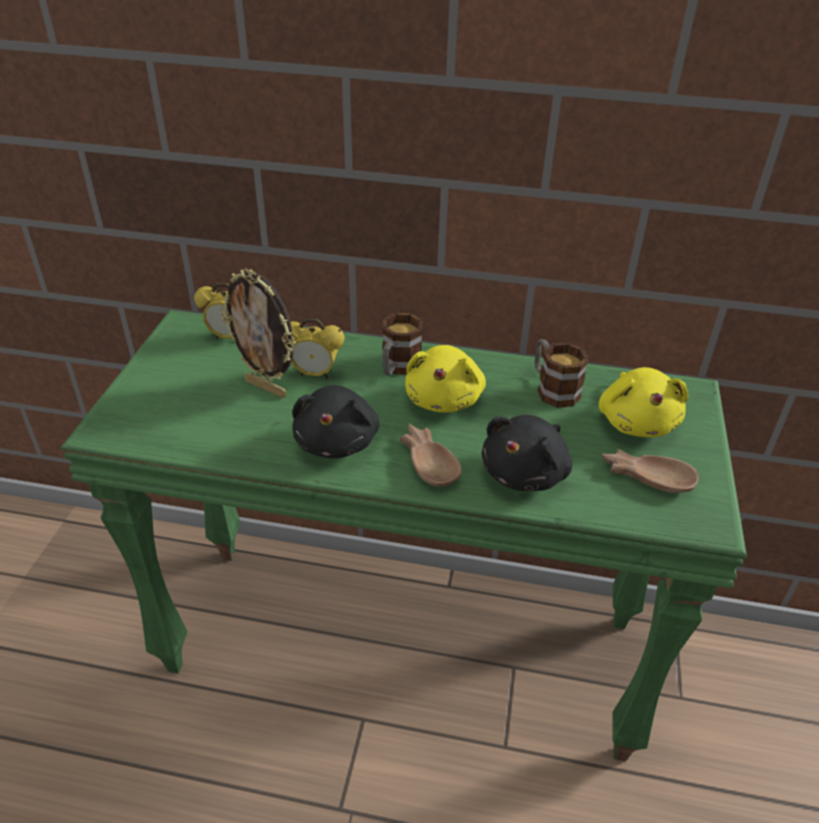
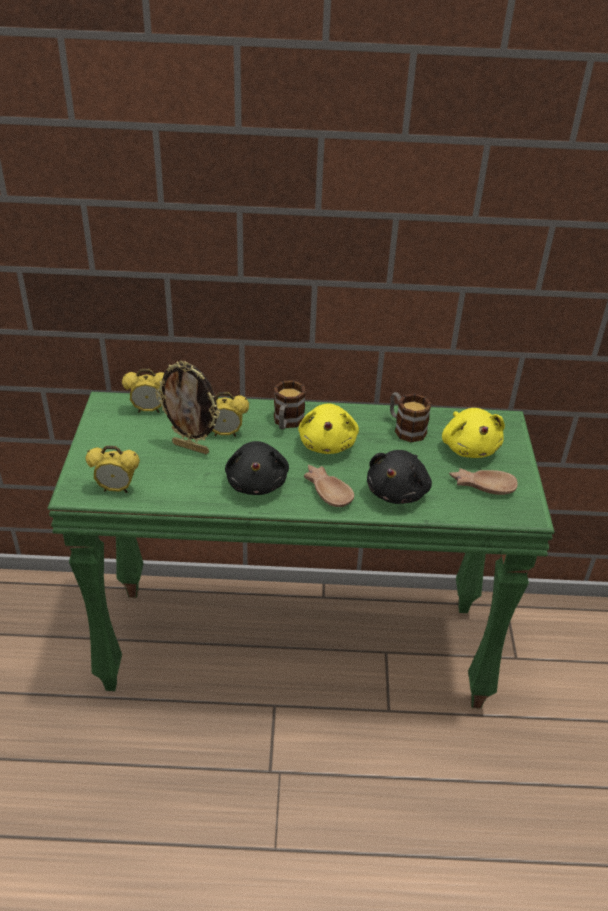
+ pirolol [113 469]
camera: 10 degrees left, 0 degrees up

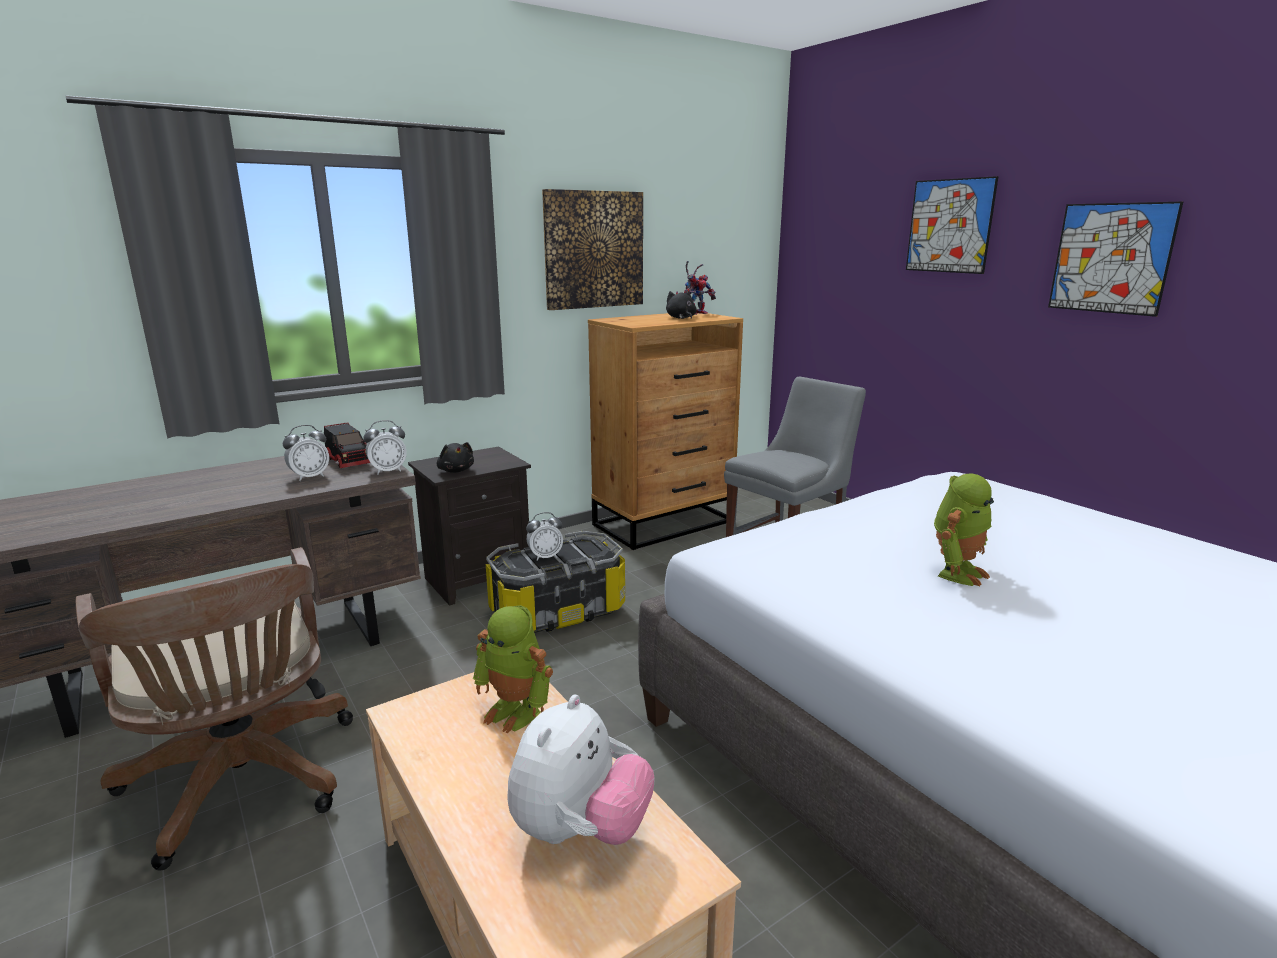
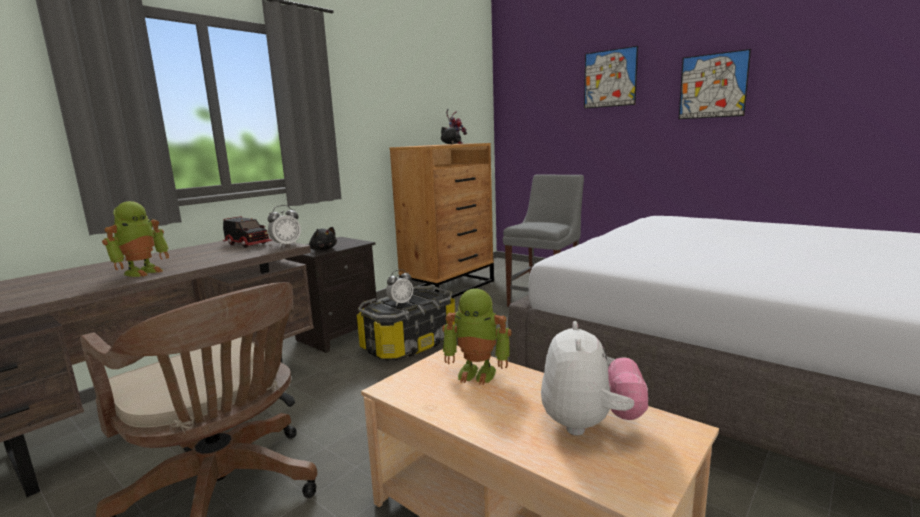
- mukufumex [592 249]
- pirolol [306 453]
~ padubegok [964 529] to [135 239]
camera: 15 degrees left, 5 degrees down

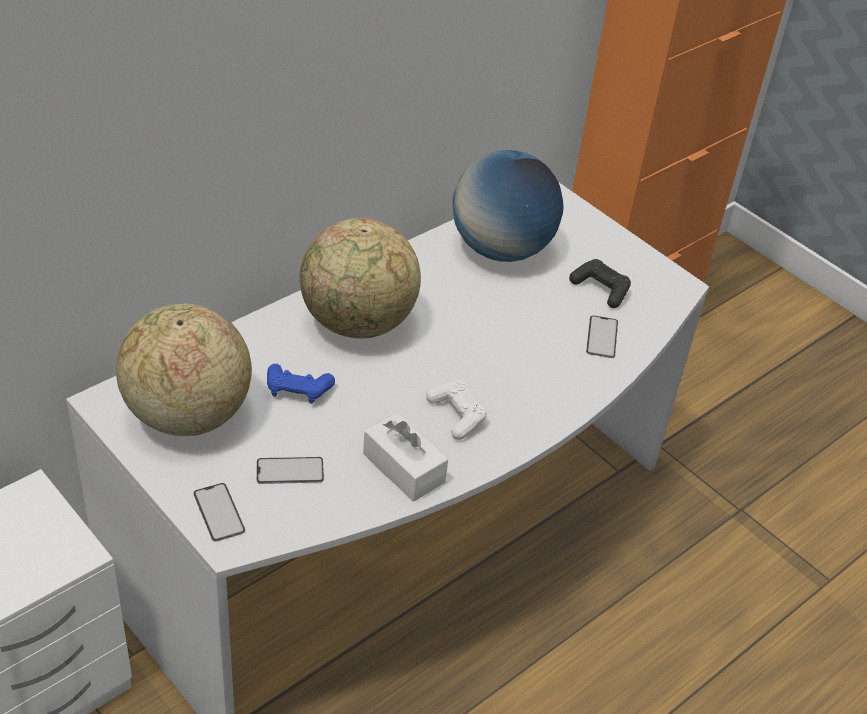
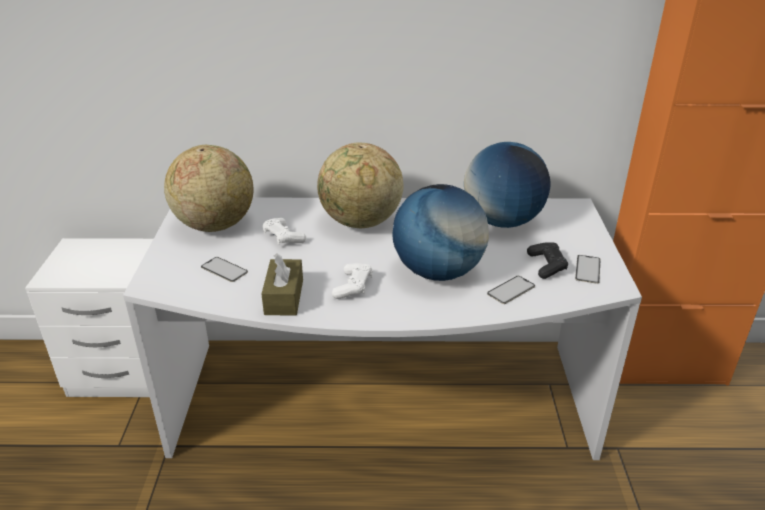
~ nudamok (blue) [301 384] to nudamok (white) [284 231]
~ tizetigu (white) [405 457] to tizetigu (brown) [282 284]
~ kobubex [219 512] to [588 269]
+ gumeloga [440 232]
camera: 45 degrees right, 10 degrees down

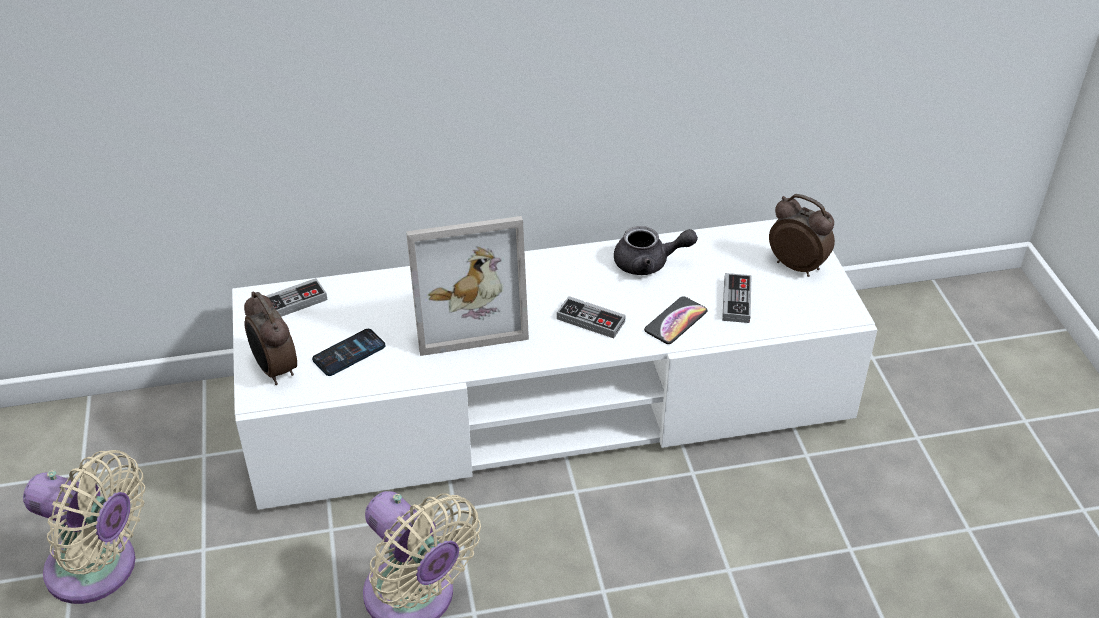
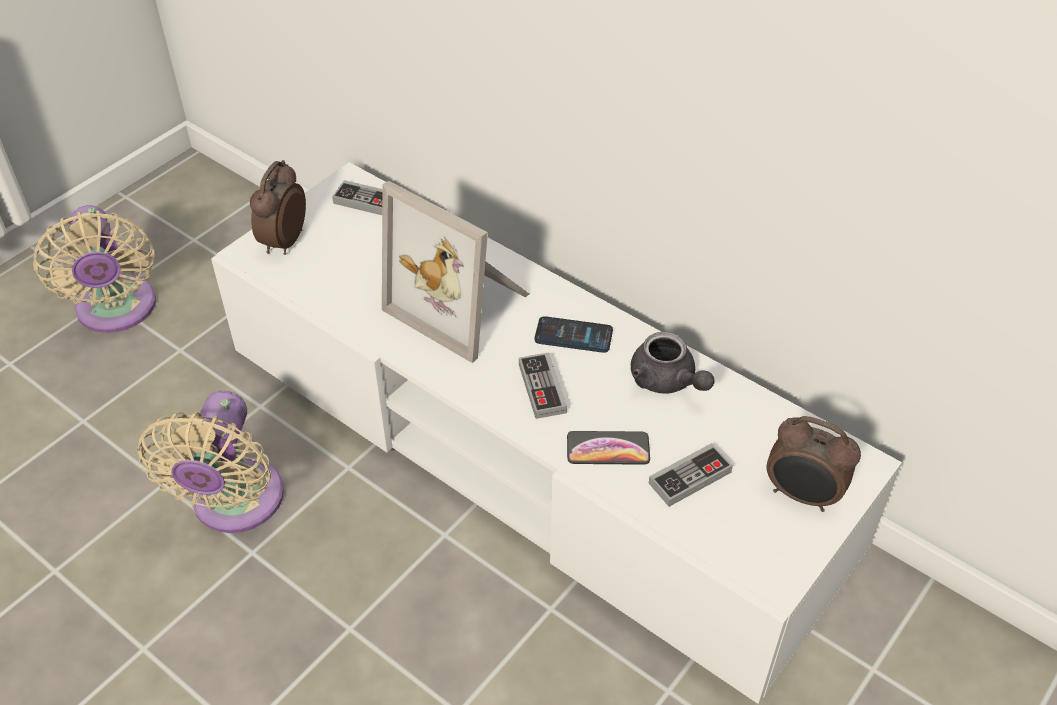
~ pirolol [802 235] = [814 464] 120 degrees clockwise
~ kobubex [348 352] to [574 334]
camera: 50 degrees right, 5 degrees up

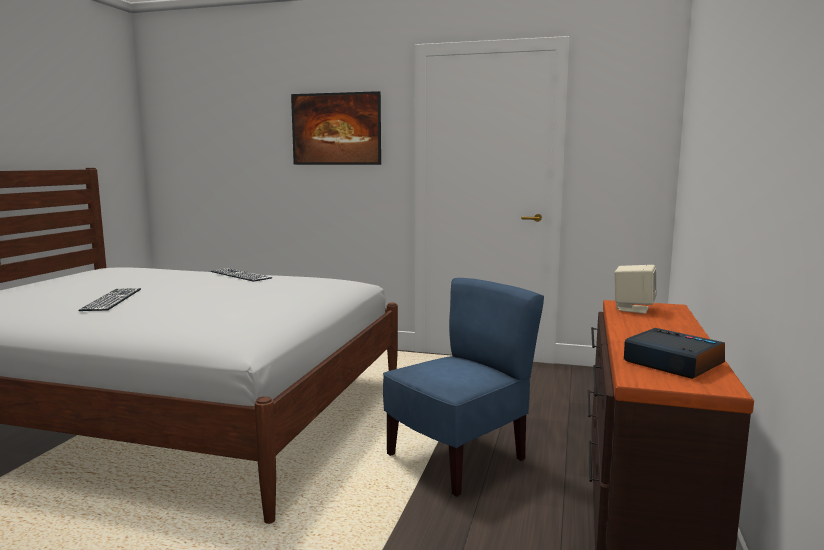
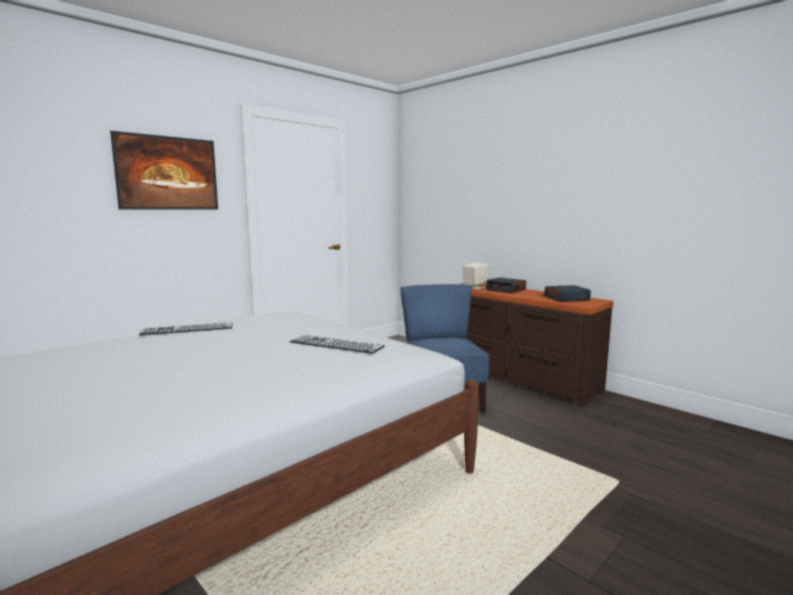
~ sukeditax [109 299] to [337 344]
+ pirolol [506 285]
camera: 60 degrees left, 0 degrees up

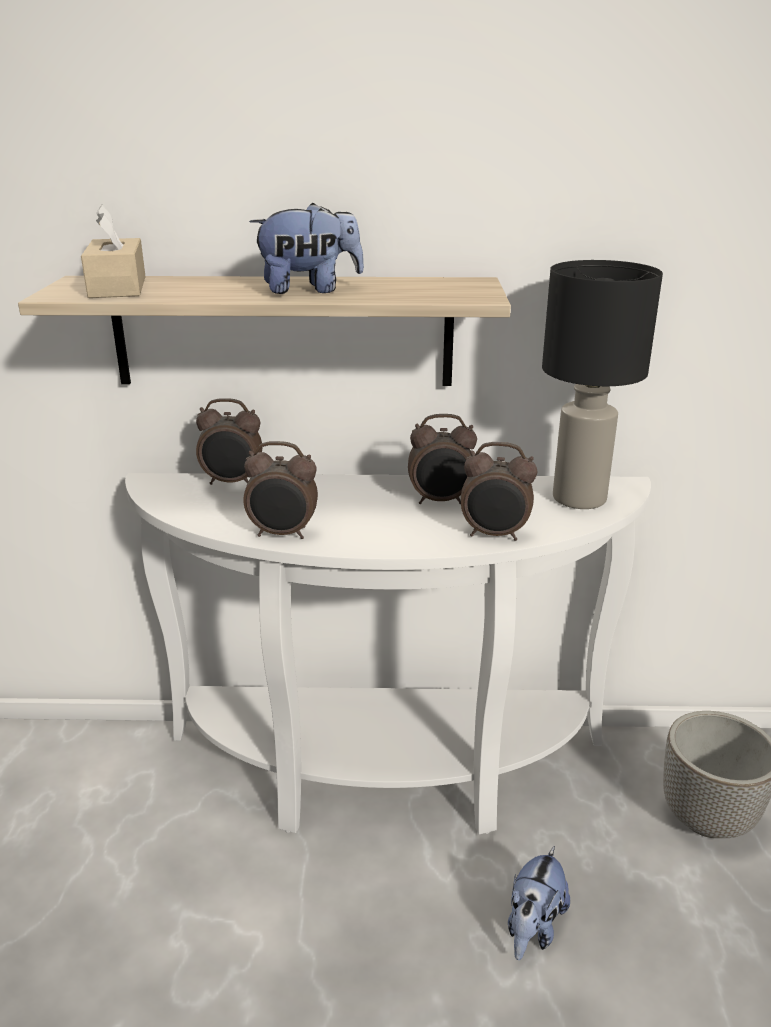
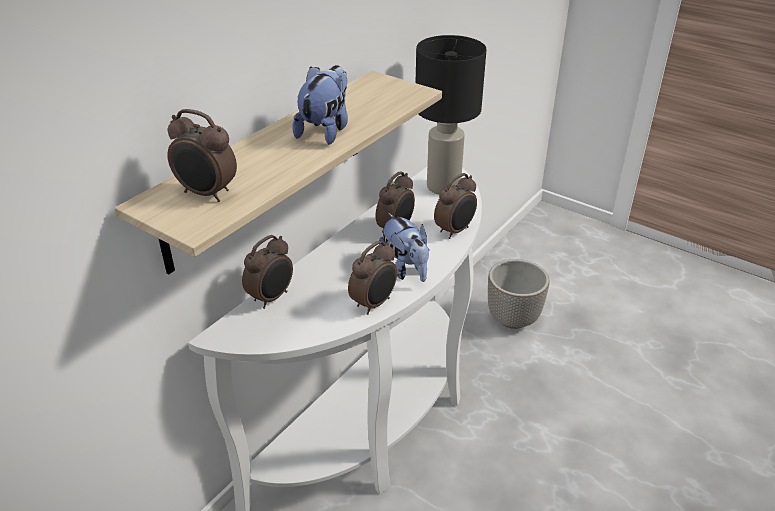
~ tizetigu (beige) [113 251] to pirolol [202 155]
~ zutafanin [539 903] to [404 247]
camera: 55 degrees left, 10 degrees up

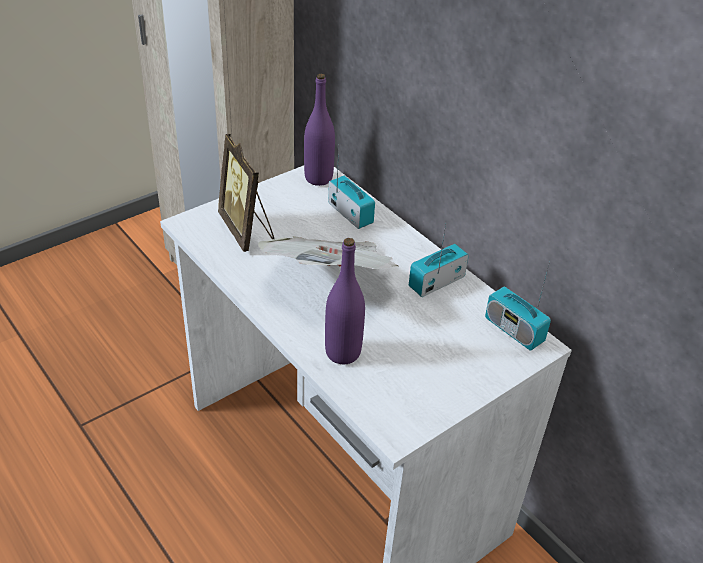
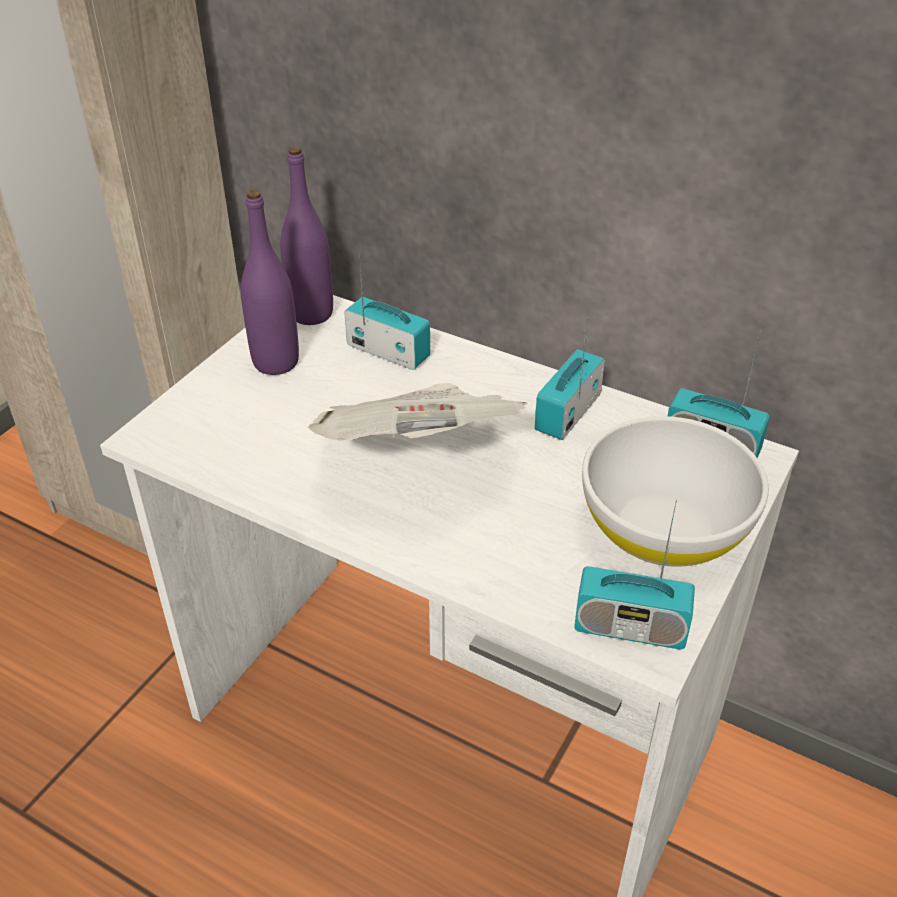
- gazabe [246 193]
~ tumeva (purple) [345 301] to [270 282]
+ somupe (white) [675 491]
+ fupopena [634 574]
camera: 20 degrees left, 0 degrees up

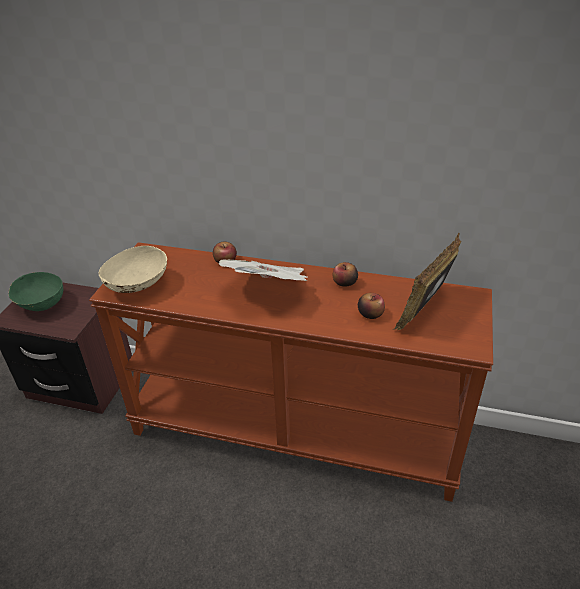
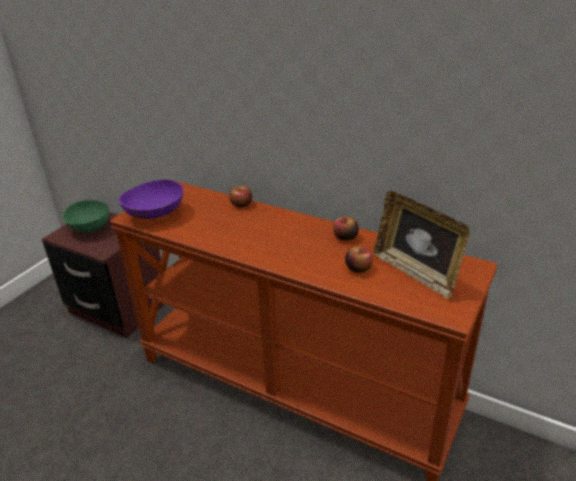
~ gazabe [426 281] = [421 245] 90 degrees counterclockwise
~ somupe (beige) [132 269] to somupe (purple) [151 199]
- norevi [263 270]
camera: 15 degrees right, 5 degrees down

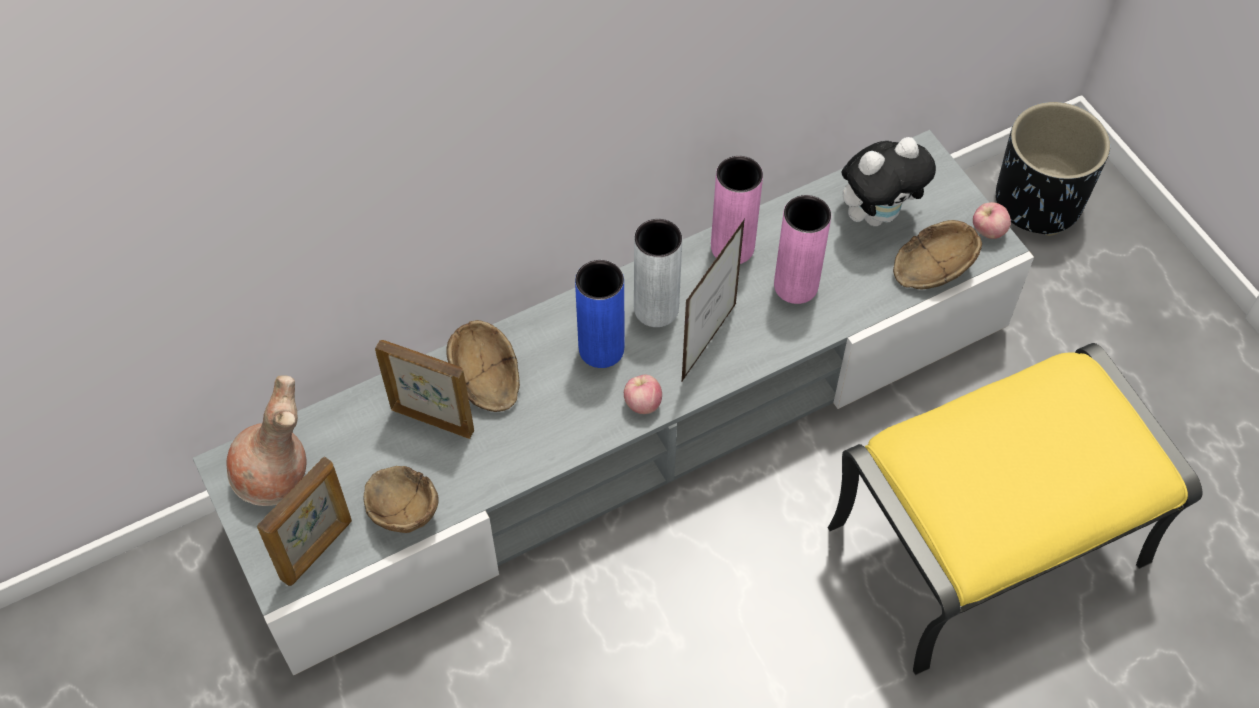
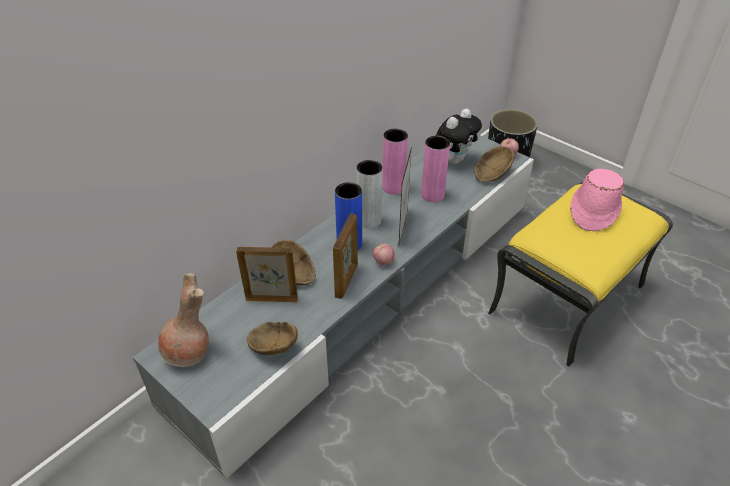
~ gazabe [304 521] to [345 256]
+ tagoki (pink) [597 200]
camera: 20 degrees left, 15 degrees down

